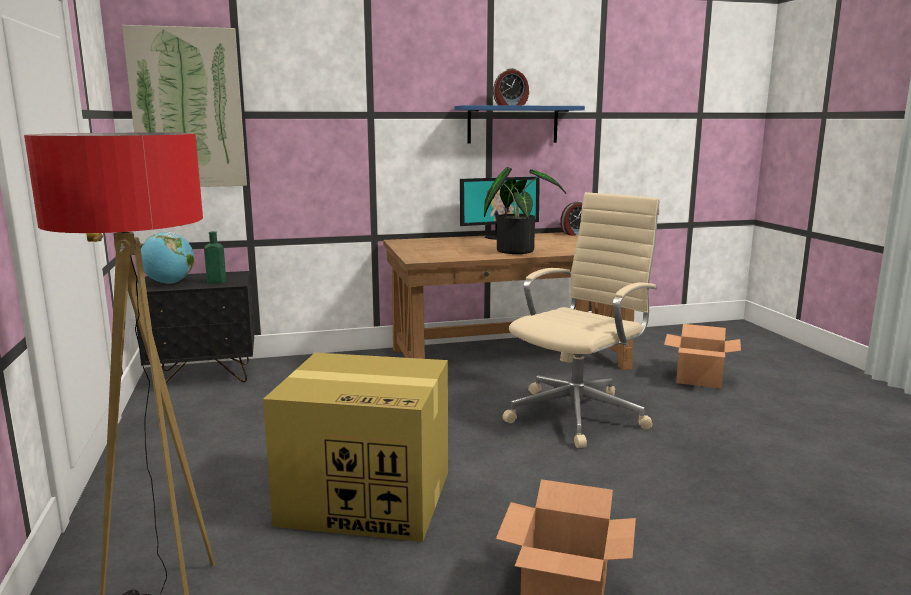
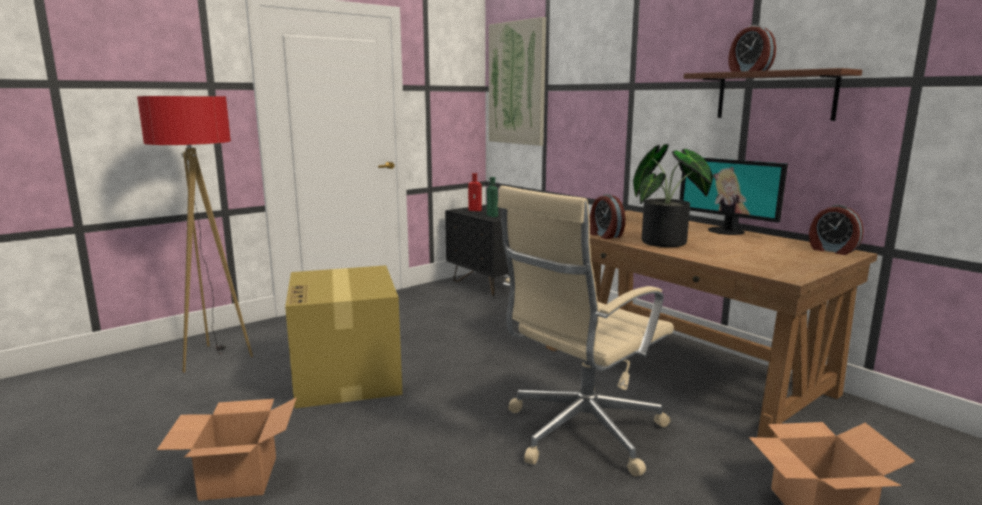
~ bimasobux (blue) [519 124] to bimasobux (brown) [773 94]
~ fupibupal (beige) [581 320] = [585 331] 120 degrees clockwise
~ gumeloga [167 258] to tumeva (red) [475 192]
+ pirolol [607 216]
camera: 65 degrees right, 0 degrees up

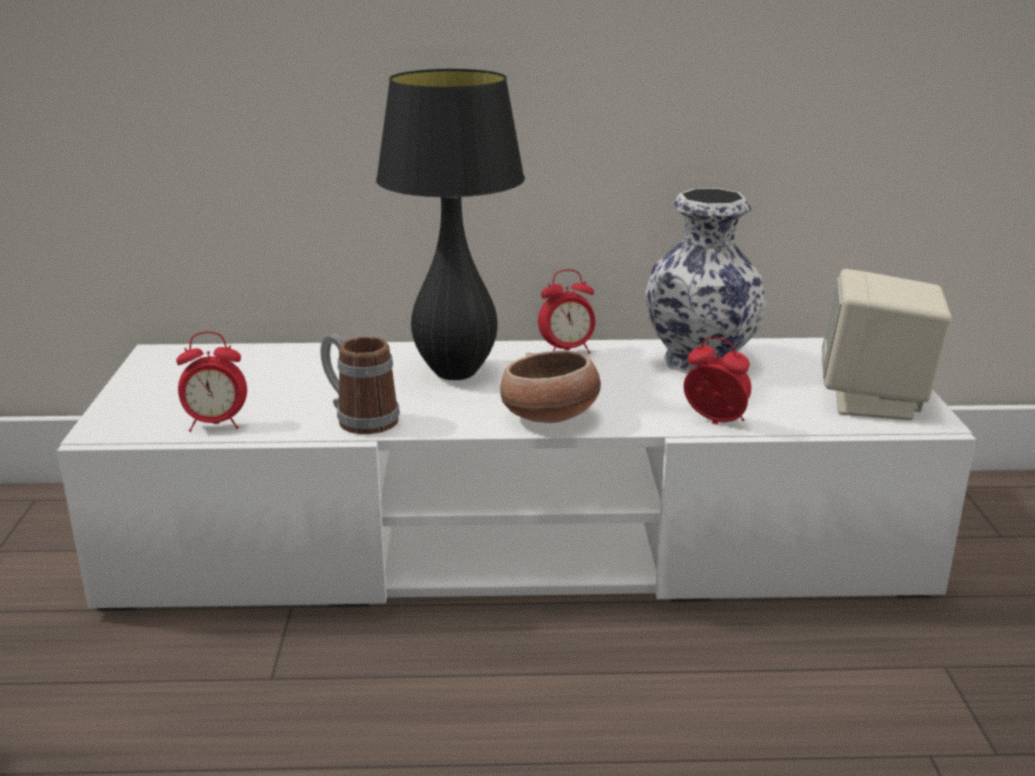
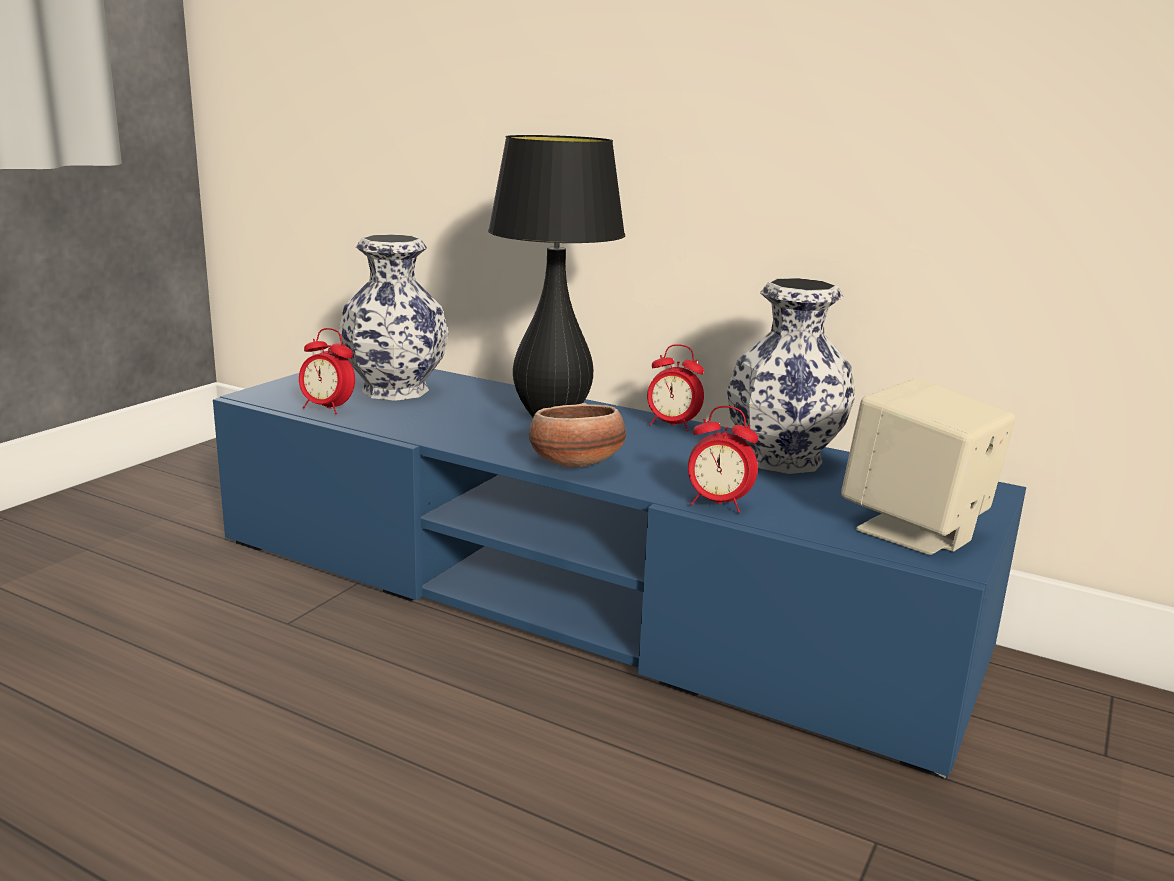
- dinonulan [360 384]
~ pirolol [717 381] = [723 459] 135 degrees clockwise
~ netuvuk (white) [516 474] to netuvuk (blue) [619 573]
+ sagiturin [393 317]
camera: 30 degrees right, 5 degrees down

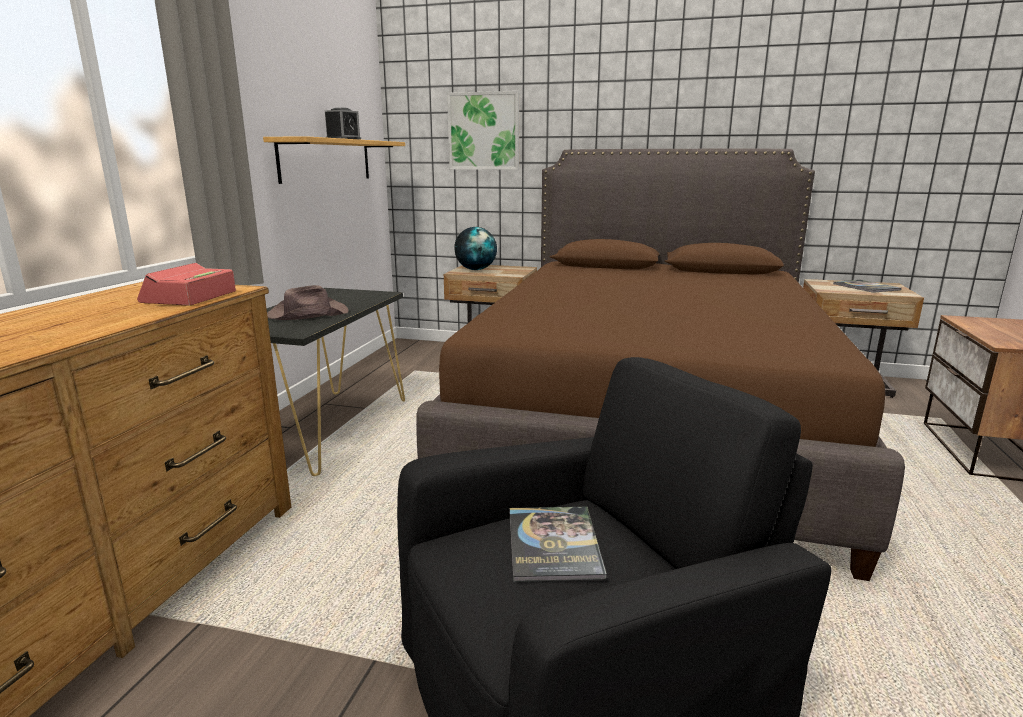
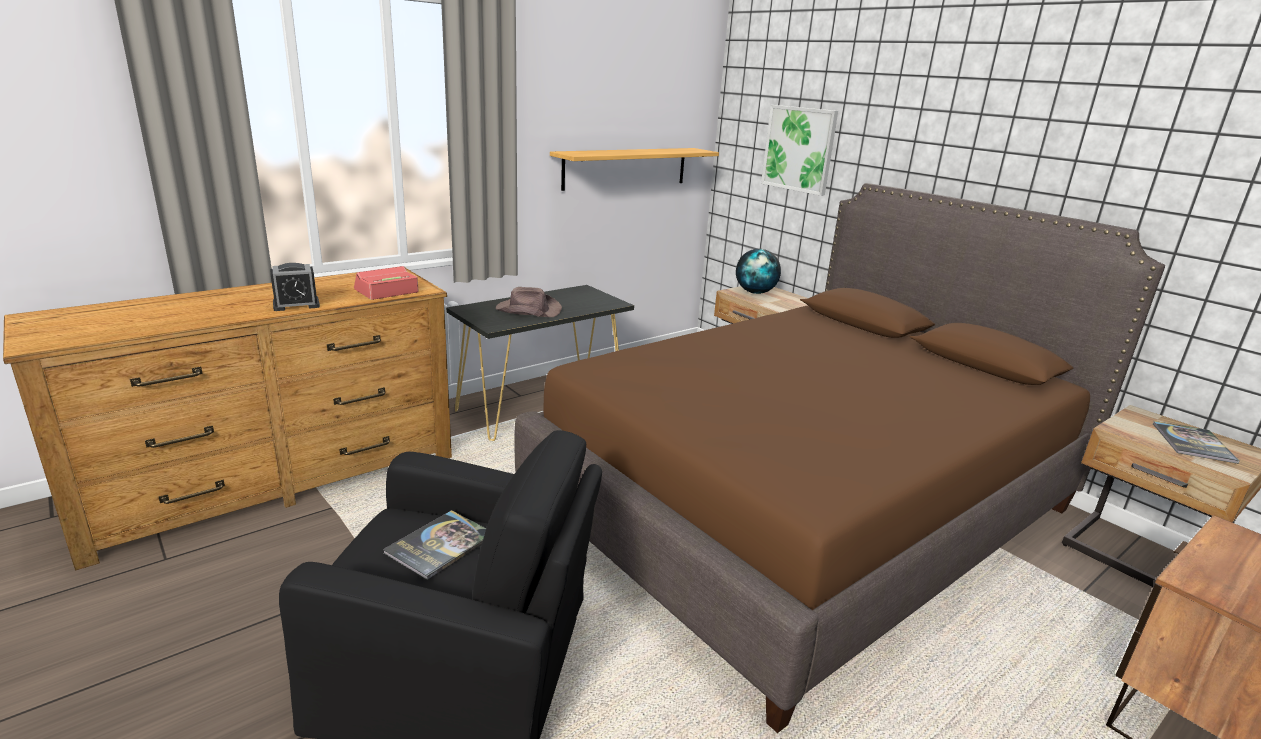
~ pirolol [343 123] to [295 287]
camera: 35 degrees right, 5 degrees up

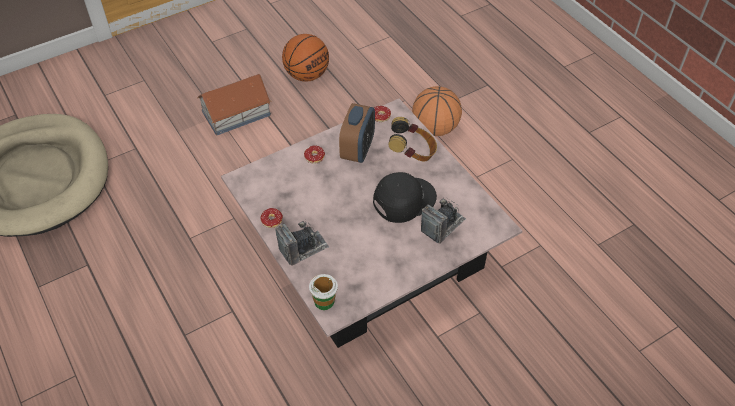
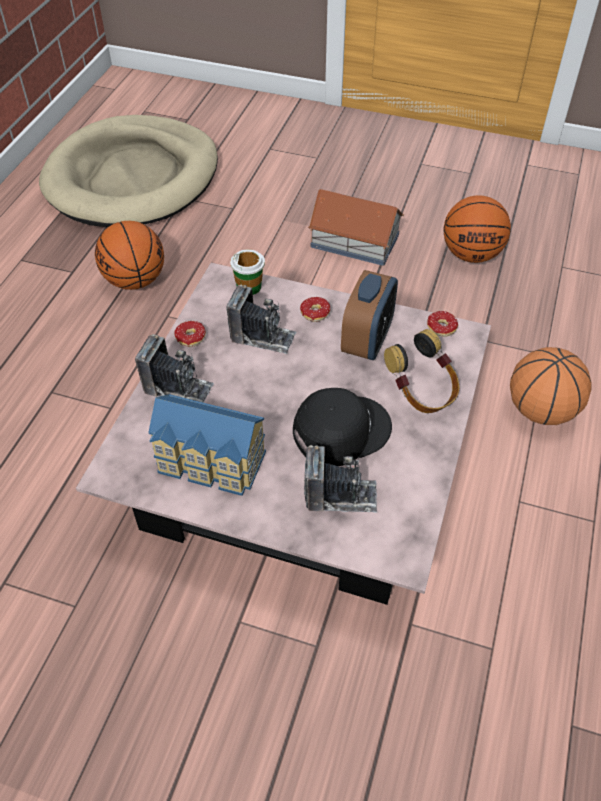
~ pirolol [357 133] = [369 315] 45 degrees counterclockwise
~ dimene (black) [405 197] = [342 427] 45 degrees counterclockwise
~ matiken [323 292] to [247 272]
+ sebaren [129 255]
+ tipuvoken [261 319]
+ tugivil [207 445]
camera: 50 degrees right, 0 degrees up

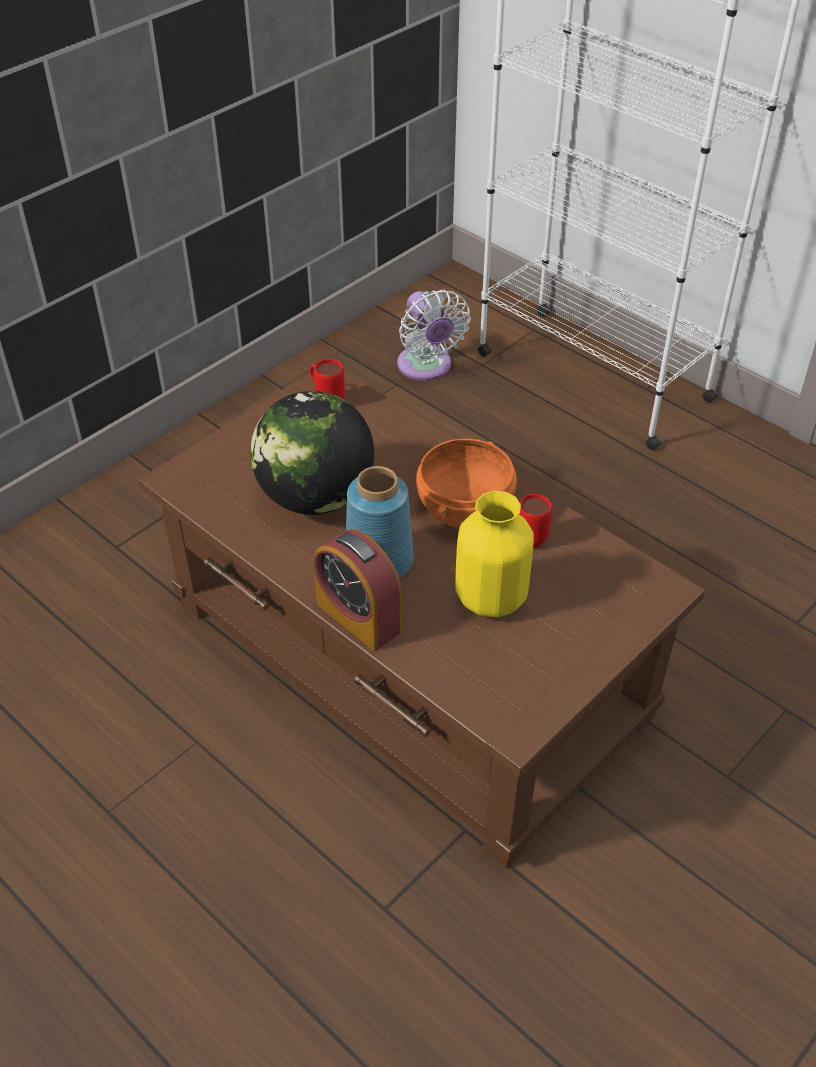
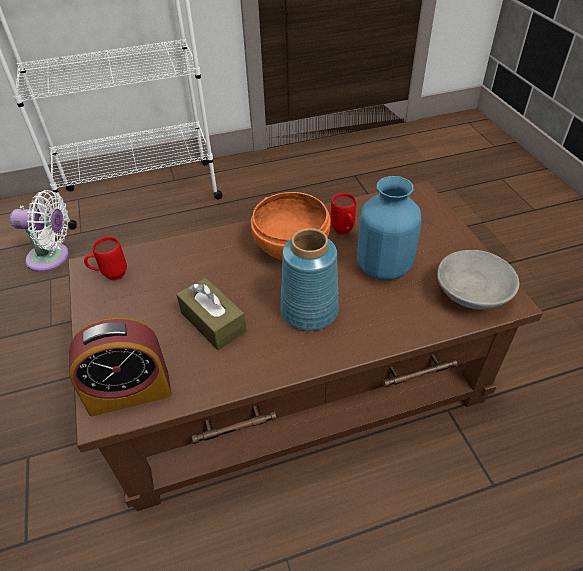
~ gumeloga [312 453] to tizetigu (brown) [211 314]
~ sagiturin (yellow) [494 554] to sagiturin (blue) [389 228]
~ pirolol [357 590] to [120 367]
+ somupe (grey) [478 280]
camera: 60 degrees left, 0 degrees up

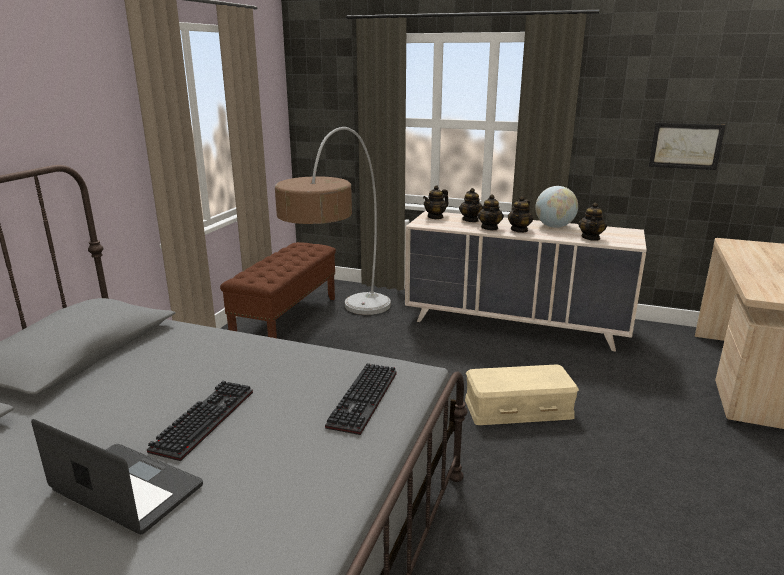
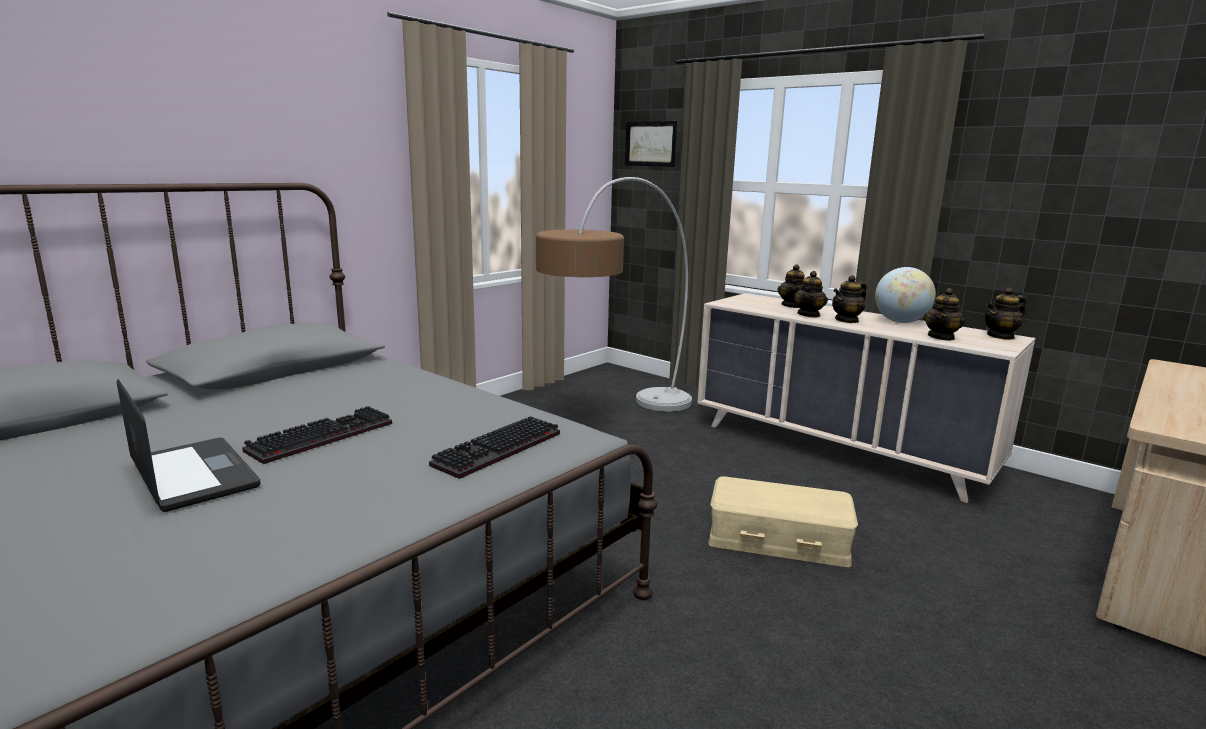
~ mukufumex [687 146] to [651 144]
~ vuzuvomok [436 202] to [1005 314]
- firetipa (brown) [278 290]
camera: 20 degrees right, 5 degrees down

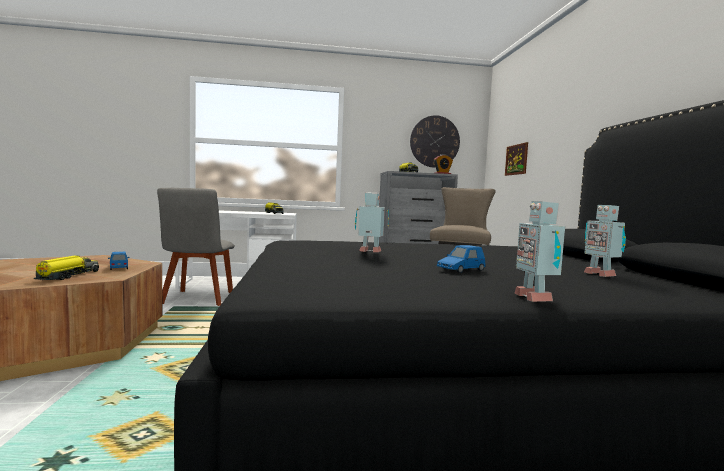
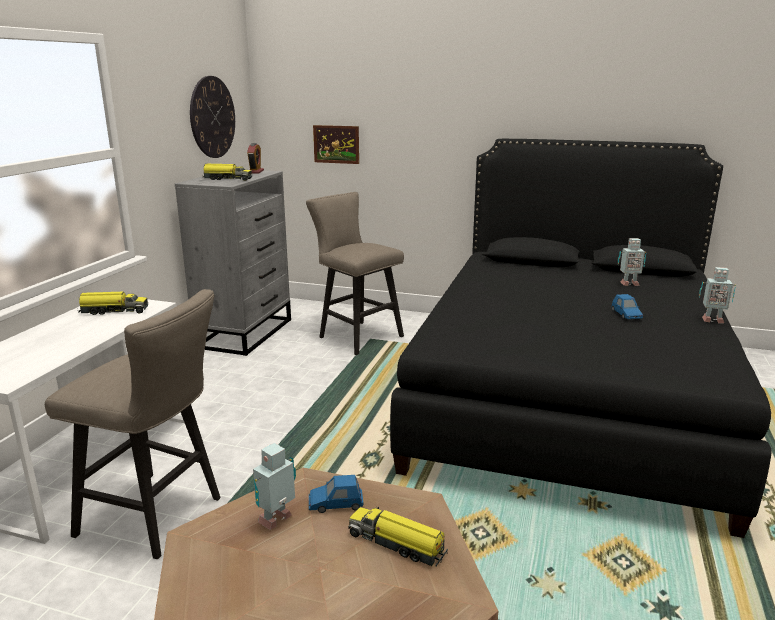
~ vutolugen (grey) [196 247] to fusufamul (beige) [133 424]
~ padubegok [372 222] to [274 486]
camera: 65 degrees left, 15 degrees up

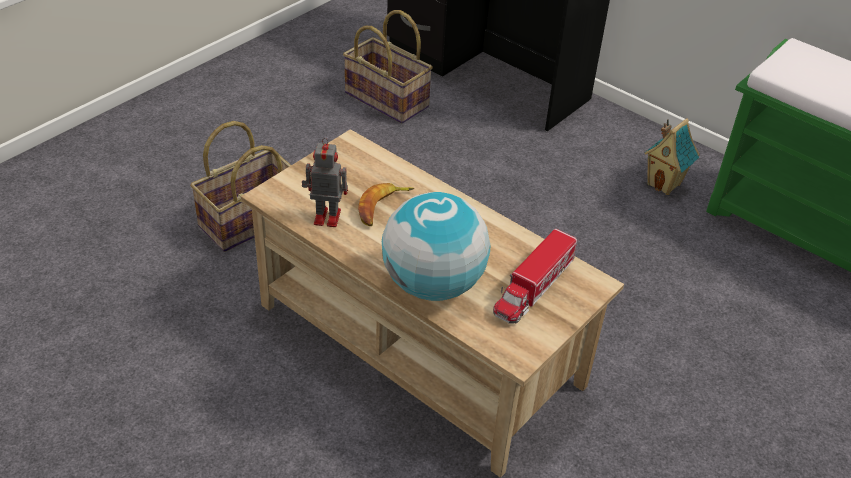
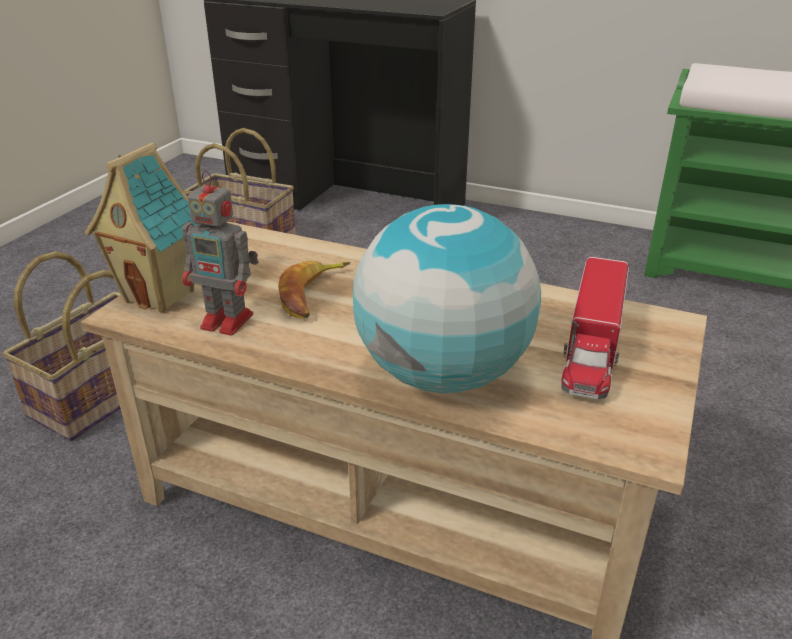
~ tugivil [672 156] to [141 228]
~ padubegok [325 182] = [220 253] 150 degrees counterclockwise
camera: 15 degrees left, 10 degrees down

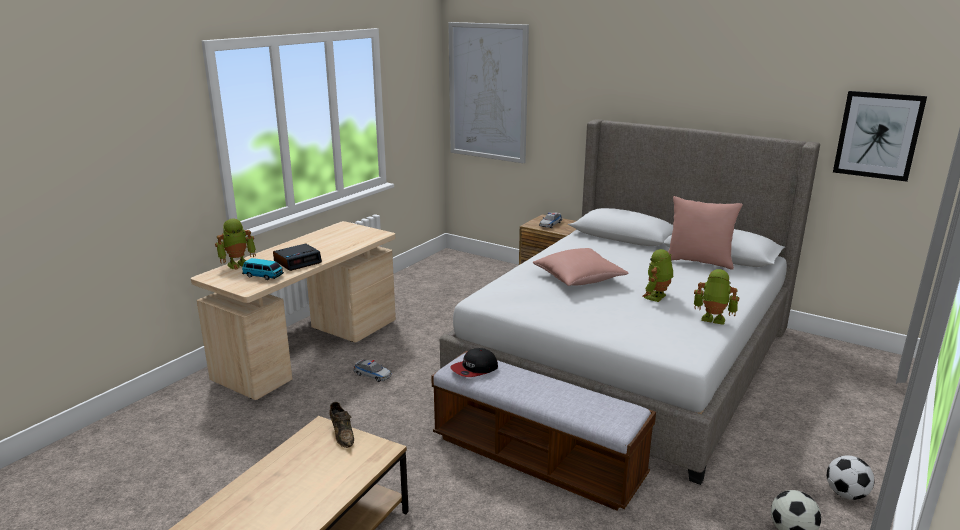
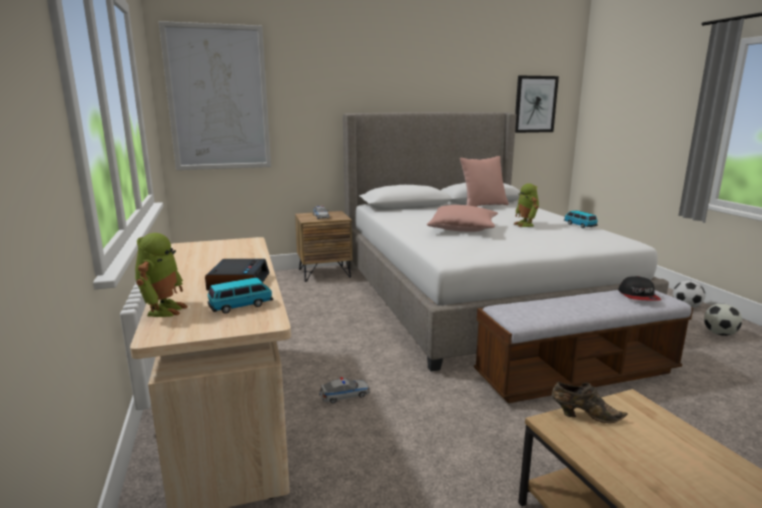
~ padubegok [716 297] to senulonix [581 219]
~ dimene [474 362] to [639 288]
camera: 50 degrees left, 5 degrees down

